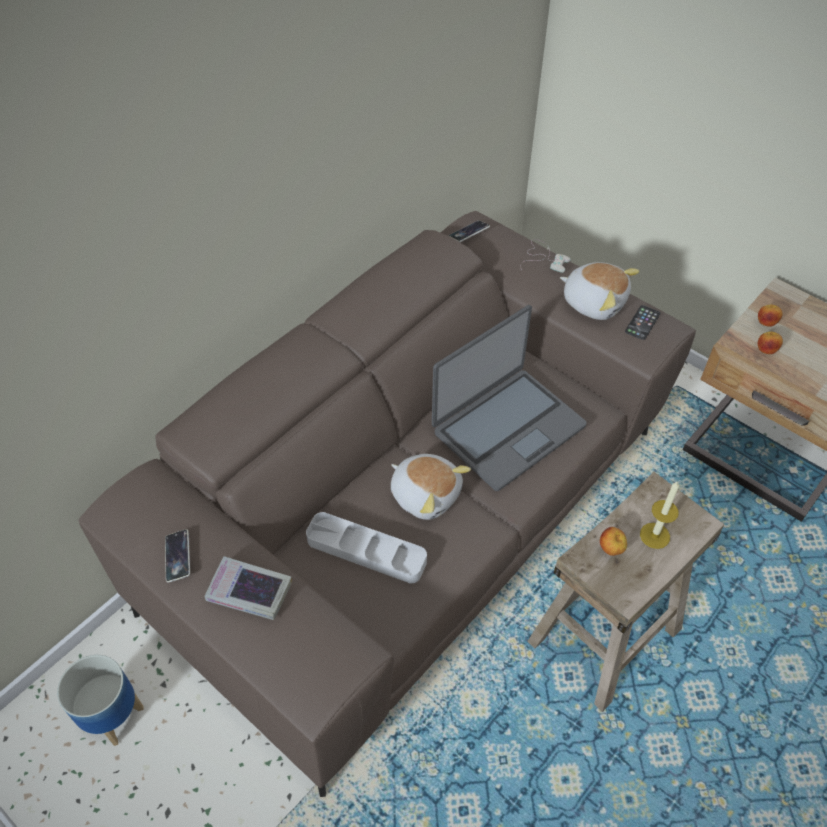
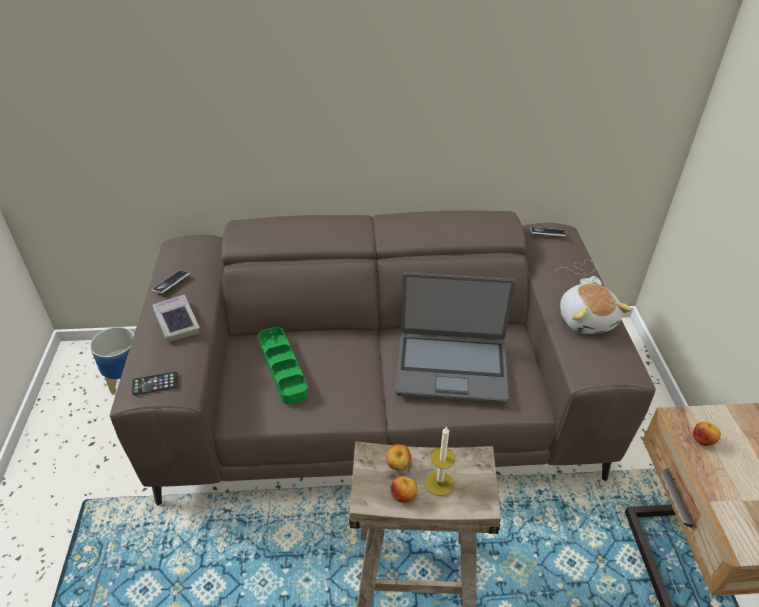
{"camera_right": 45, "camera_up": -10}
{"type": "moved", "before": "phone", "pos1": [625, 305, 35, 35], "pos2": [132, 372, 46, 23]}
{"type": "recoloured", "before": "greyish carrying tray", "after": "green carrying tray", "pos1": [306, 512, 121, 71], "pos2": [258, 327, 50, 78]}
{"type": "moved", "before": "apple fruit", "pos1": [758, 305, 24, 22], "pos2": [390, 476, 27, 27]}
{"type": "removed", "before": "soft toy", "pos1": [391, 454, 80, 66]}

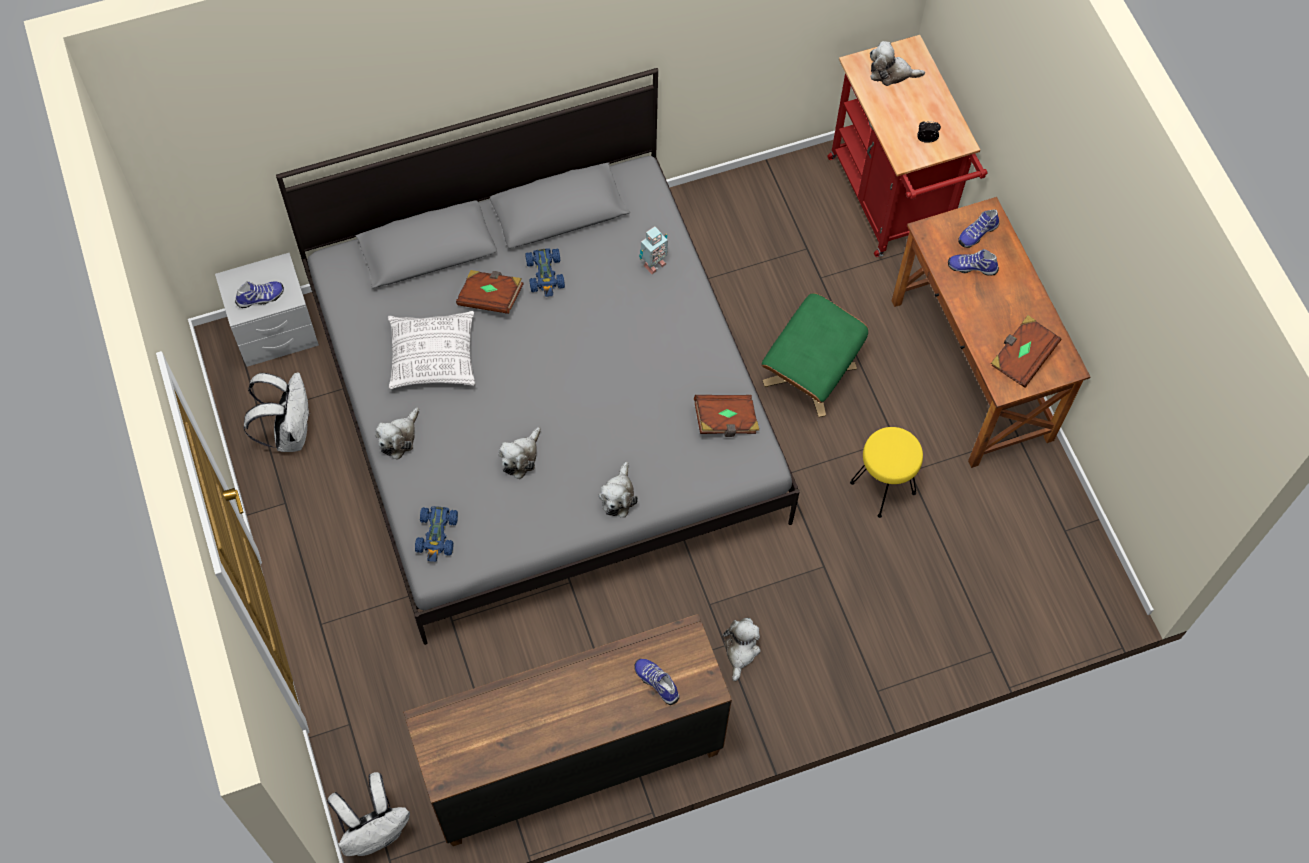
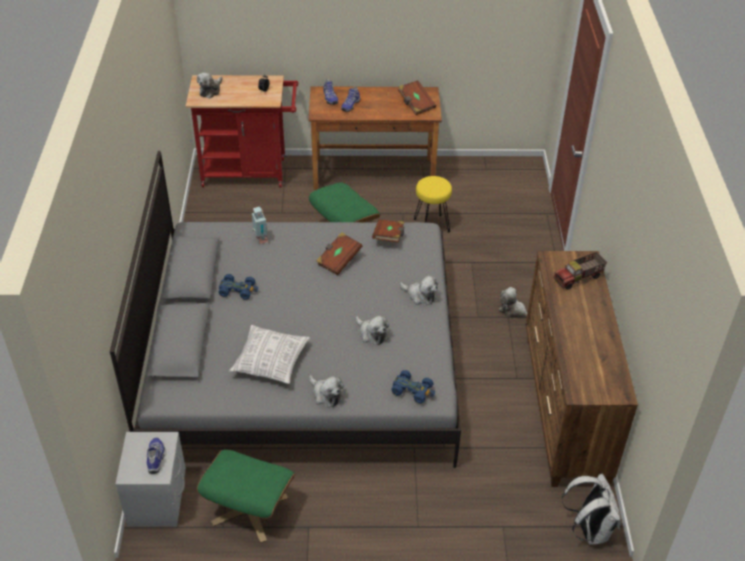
{"camera_right": -70, "camera_up": -20}
{"type": "replaced", "before": "white-coloured rucksack", "after": "green footrest", "pos1": [243, 372, 67, 80], "pos2": [197, 450, 98, 93]}
{"type": "moved", "before": "brown volume", "pos1": [456, 270, 68, 44], "pos2": [316, 232, 47, 43]}
{"type": "replaced", "before": "low shoe", "after": "toy lorry", "pos1": [634, 658, 45, 47], "pos2": [553, 252, 54, 38]}

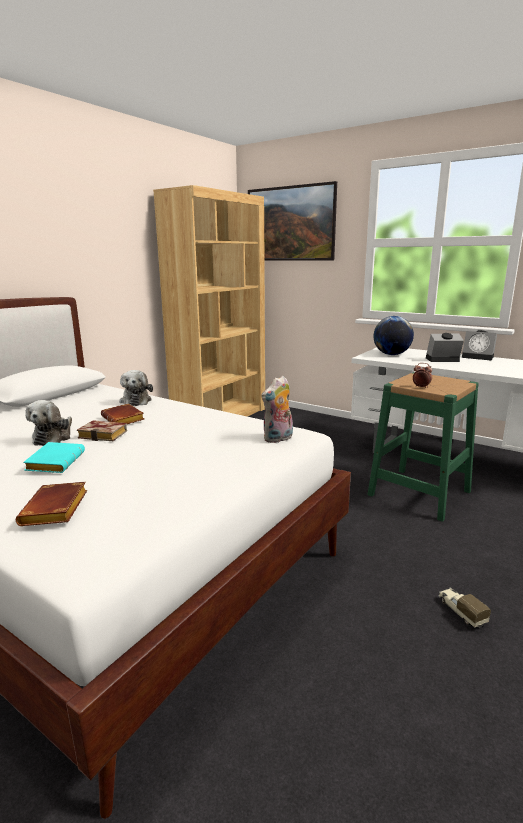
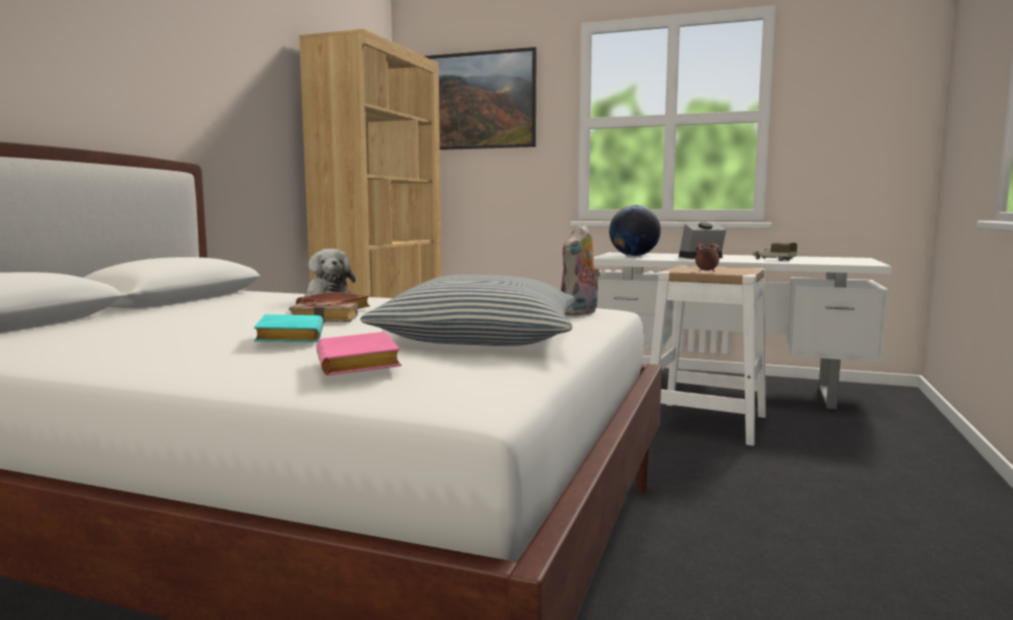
{"camera_right": -15, "camera_up": -10}
{"type": "recoloured", "before": "brown volume", "after": "pink volume", "pos1": [16, 482, 71, 44], "pos2": [316, 332, 85, 43]}
{"type": "added", "after": "throw pillow", "pos2": [360, 275, 215, 71]}
{"type": "recoloured", "before": "green stool seat", "after": "white-coloured stool seat", "pos1": [367, 372, 112, 150], "pos2": [650, 266, 116, 180]}
{"type": "moved", "before": "toy lorry", "pos1": [438, 588, 53, 40], "pos2": [752, 242, 45, 19]}
{"type": "removed", "before": "soft toy", "pos1": [26, 400, 46, 46]}
{"type": "removed", "before": "bedside clock", "pos1": [462, 330, 35, 31]}

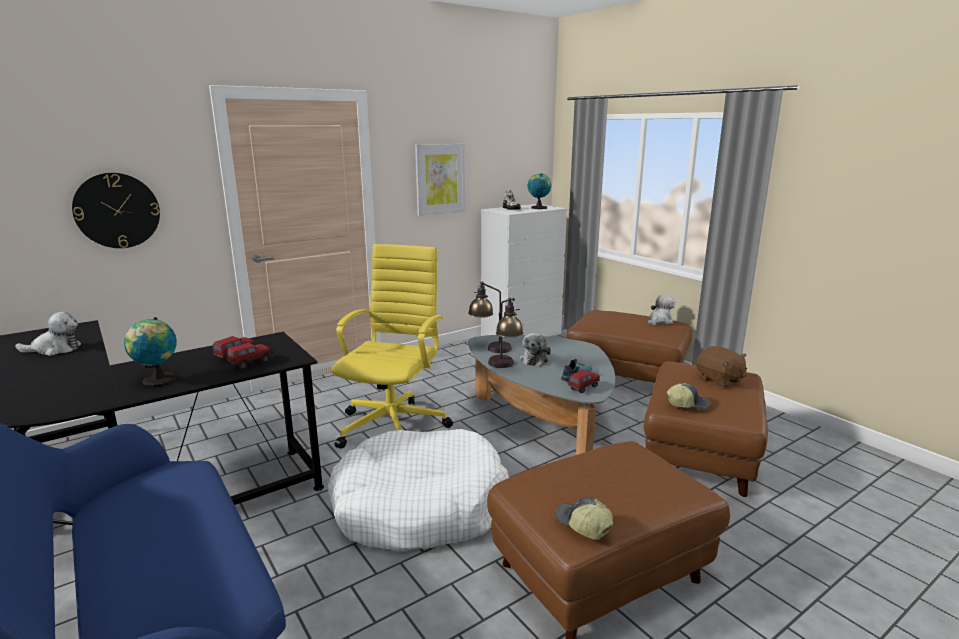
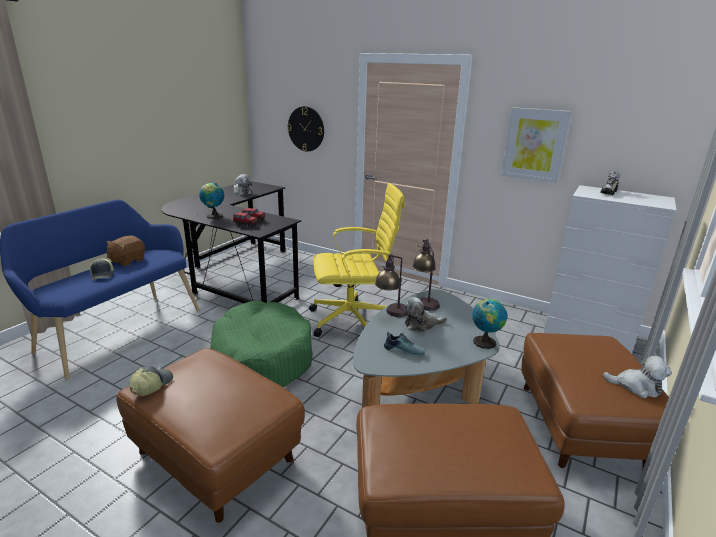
{"camera_right": 65, "camera_up": 5}
{"type": "moved", "before": "baseball cap", "pos1": [667, 383, 44, 26], "pos2": [90, 258, 24, 22]}
{"type": "moved", "before": "brown soft toy", "pos1": [696, 346, 51, 42], "pos2": [106, 235, 39, 31]}
{"type": "recoloured", "before": "white-coloured dog cushion", "after": "green dog cushion", "pos1": [328, 429, 181, 123], "pos2": [210, 300, 103, 87]}
{"type": "moved", "before": "globe", "pos1": [528, 173, 23, 36], "pos2": [472, 299, 35, 50]}
{"type": "removed", "before": "toy lorry", "pos1": [568, 370, 32, 23]}

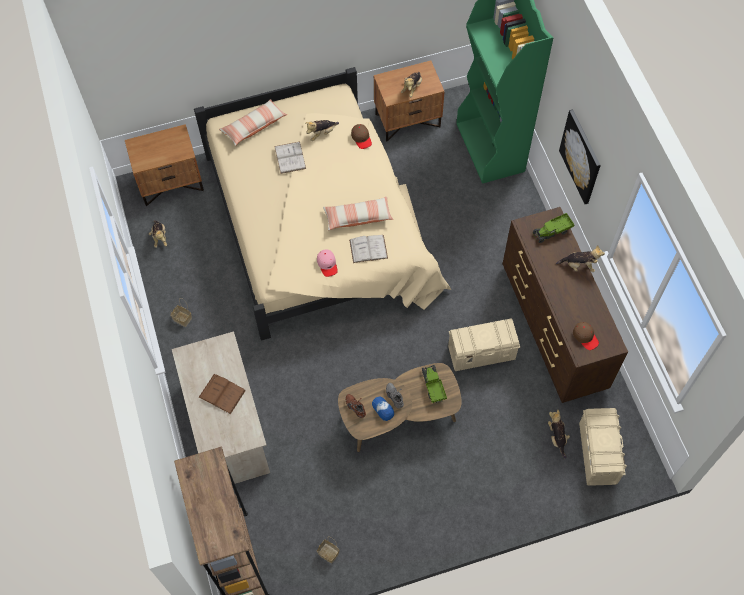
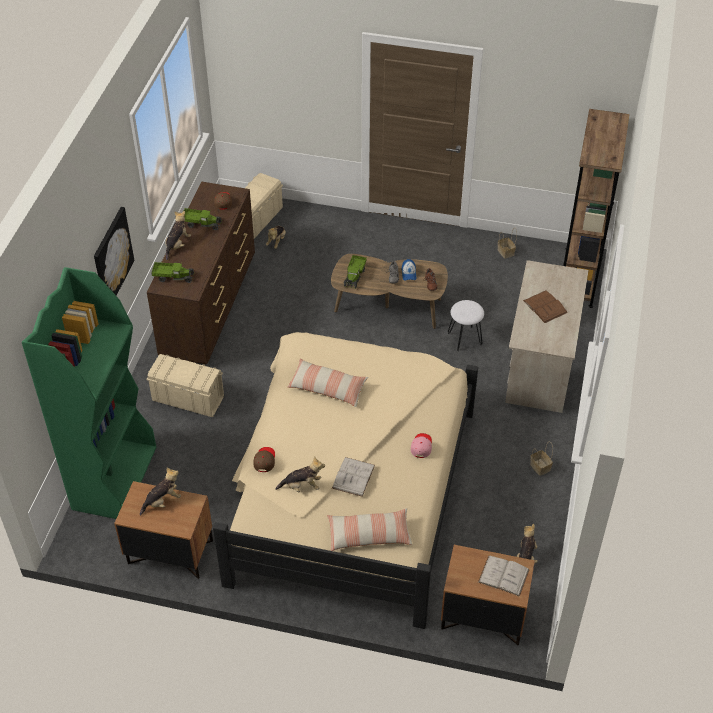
{"camera_right": -150, "camera_up": -15}
{"type": "moved", "before": "beige storage bin", "pos1": [448, 318, 72, 53], "pos2": [146, 354, 78, 63]}
{"type": "turned", "before": "soft toy", "pos1": [556, 245, 49, 27], "pos2": [165, 211, 26, 49], "turn": 75}
{"type": "added", "after": "toy lorry", "pos2": [184, 208, 38, 22]}
{"type": "moved", "before": "pink baseball cap", "pos1": [317, 250, 21, 27], "pos2": [411, 433, 21, 25]}
{"type": "added", "after": "white-coloured stool seat", "pos2": [448, 300, 36, 51]}
{"type": "moved", "before": "white-coloured volume", "pos1": [349, 235, 39, 28], "pos2": [478, 555, 52, 42]}

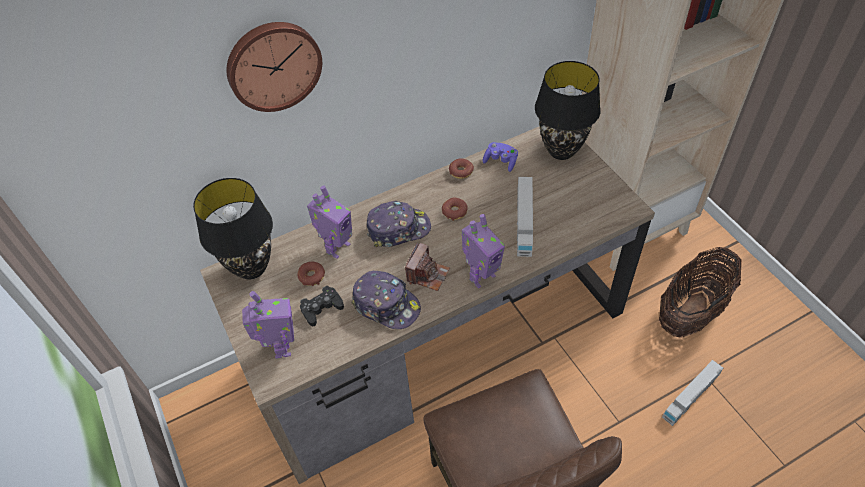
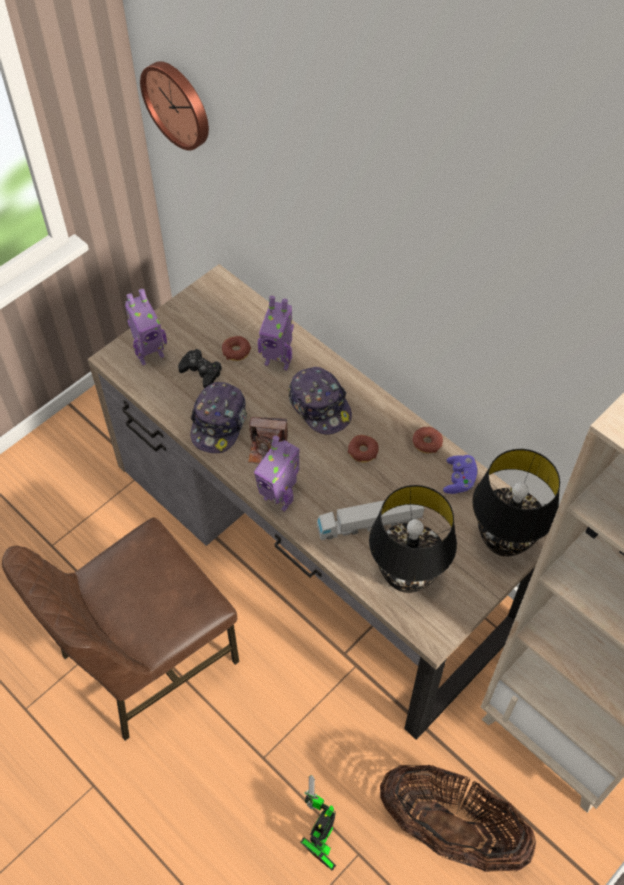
{"camera_right": 70, "camera_up": 5}
{"type": "moved", "before": "hanging clock", "pos1": [226, 22, 96, 90], "pos2": [140, 61, 69, 89]}
{"type": "replaced", "before": "toy lorry", "after": "model robot", "pos1": [662, 360, 61, 66], "pos2": [300, 775, 36, 96]}
{"type": "moved", "before": "blackish lamp for a table", "pos1": [193, 178, 80, 101], "pos2": [369, 485, 88, 108]}

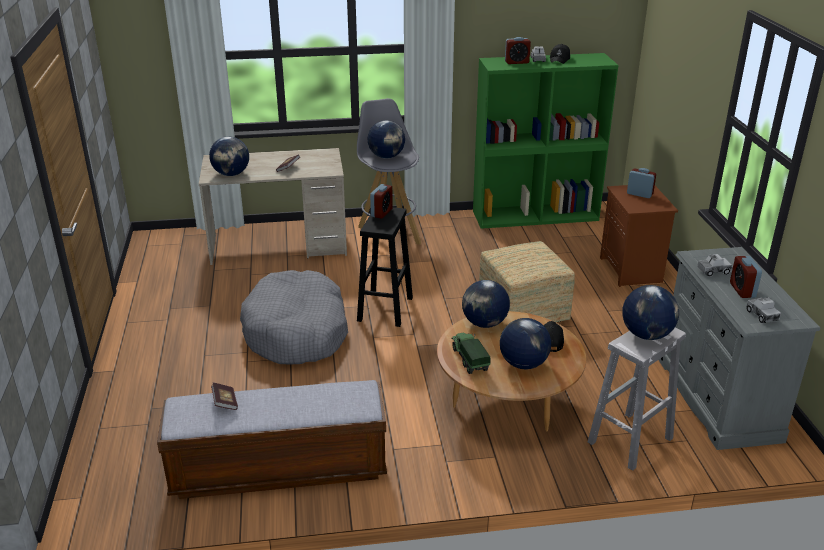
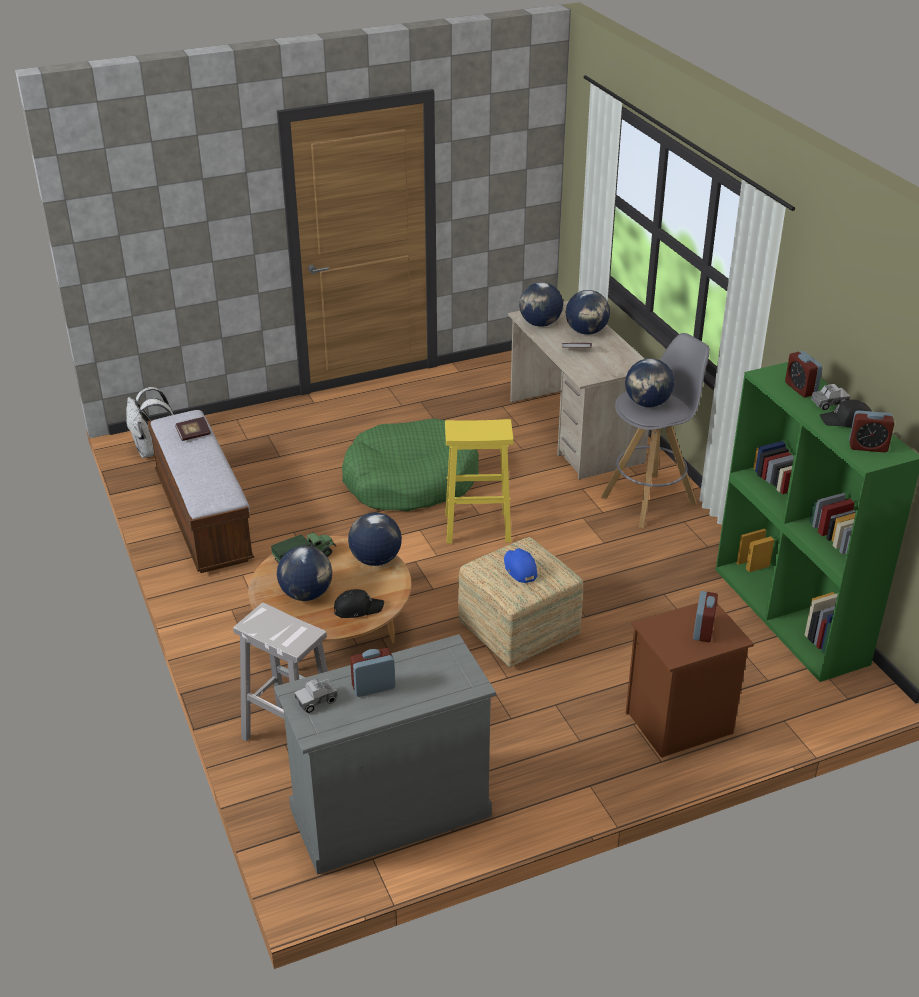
{"camera_right": 75, "camera_up": 5}
{"type": "added", "after": "white-coloured rucksack", "pos2": [126, 387, 48, 71]}
{"type": "recoloured", "before": "greyish dog cushion", "after": "green dog cushion", "pos1": [240, 270, 108, 94], "pos2": [342, 418, 137, 94]}
{"type": "recoloured", "before": "blackish stool seat", "after": "yellow-coloured stool seat", "pos1": [357, 207, 56, 120], "pos2": [445, 419, 68, 125]}
{"type": "added", "after": "blue-coloured baseball cap", "pos2": [504, 548, 34, 35]}
{"type": "moved", "before": "globe", "pos1": [622, 285, 57, 55], "pos2": [566, 290, 44, 45]}
{"type": "moved", "before": "bedside clock", "pos1": [370, 184, 23, 35], "pos2": [849, 410, 46, 42]}
{"type": "removed", "before": "toy lorry", "pos1": [697, 254, 35, 23]}

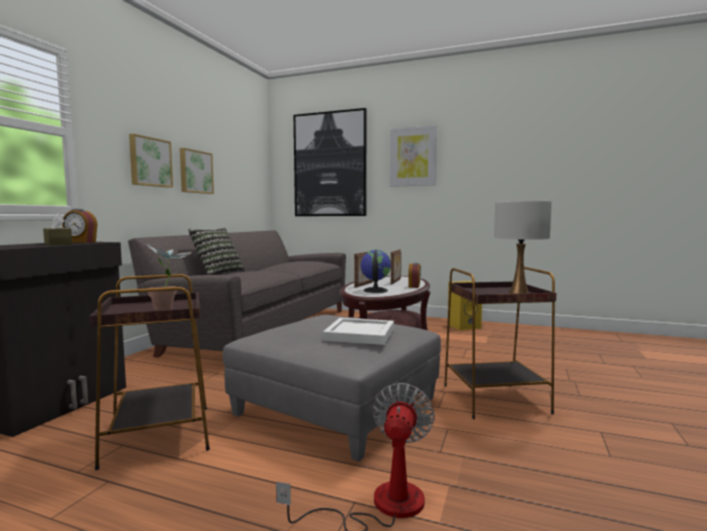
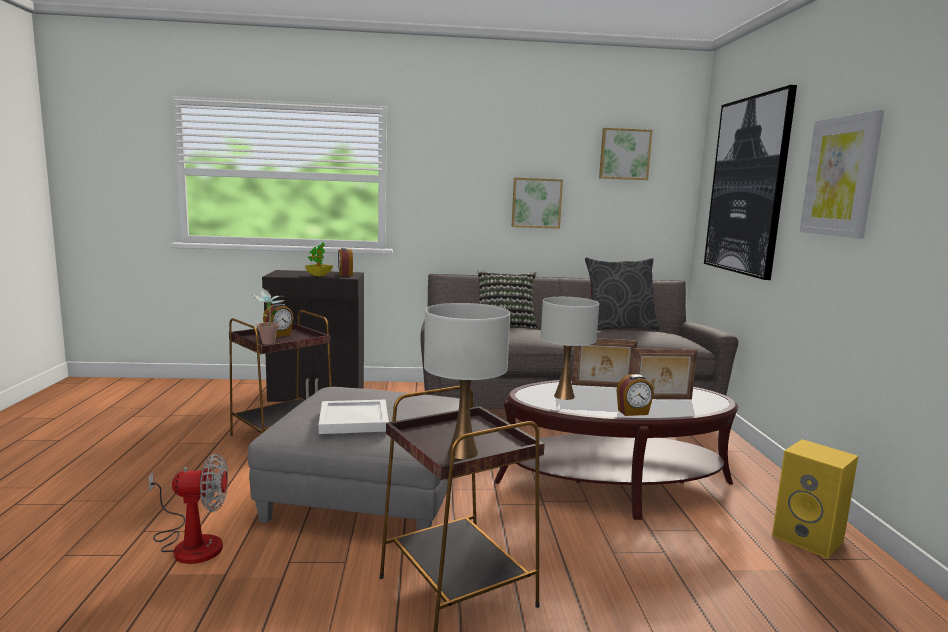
{"camera_right": 65, "camera_up": 5}
{"type": "added", "after": "bedside clock", "pos2": [263, 304, 30, 34]}
{"type": "replaced", "before": "brown tissue box", "after": "houseplant", "pos1": [43, 213, 29, 33], "pos2": [305, 242, 28, 34]}
{"type": "replaced", "before": "globe", "after": "white-coloured lamp for a table", "pos1": [361, 250, 30, 43], "pos2": [541, 297, 58, 103]}
{"type": "added", "after": "greyish throw pillow", "pos2": [585, 258, 74, 72]}
{"type": "moved", "before": "wall picture", "pos1": [129, 134, 44, 54], "pos2": [599, 128, 54, 52]}

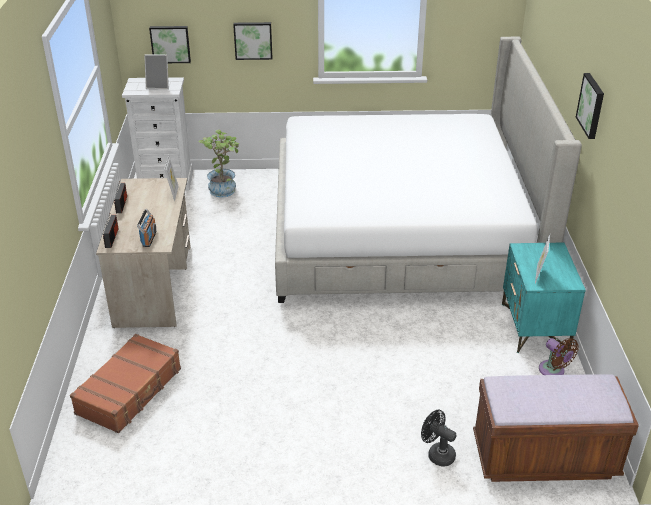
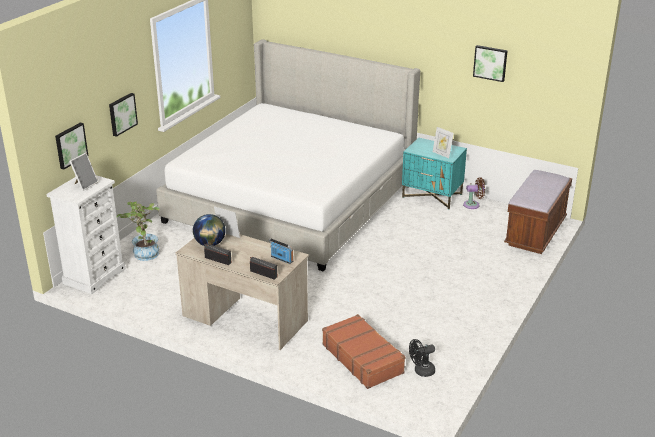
{"camera_right": -60, "camera_up": -5}
{"type": "added", "after": "globe", "pos2": [193, 214, 33, 32]}
{"type": "moved", "before": "blackish cooling fan", "pos1": [421, 410, 36, 57], "pos2": [409, 339, 26, 38]}
{"type": "moved", "before": "wall picture", "pos1": [576, 73, 28, 66], "pos2": [473, 45, 35, 37]}

